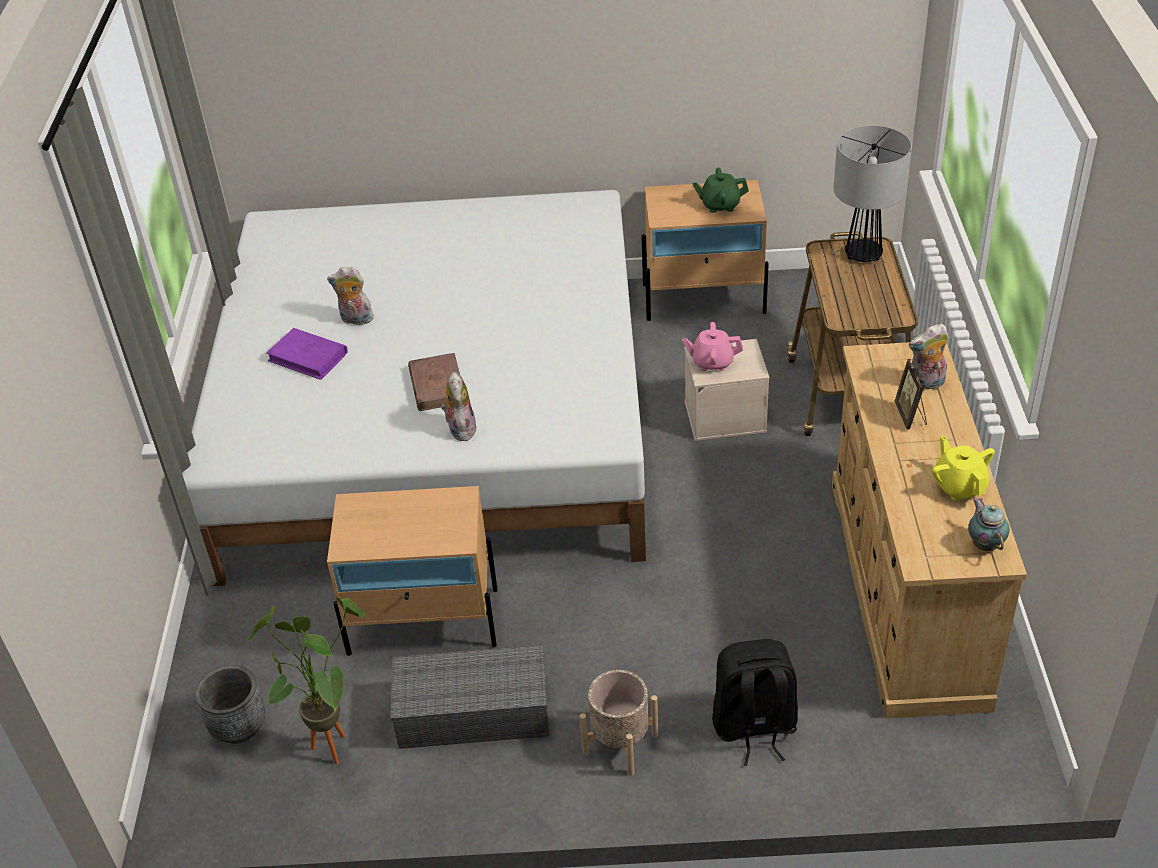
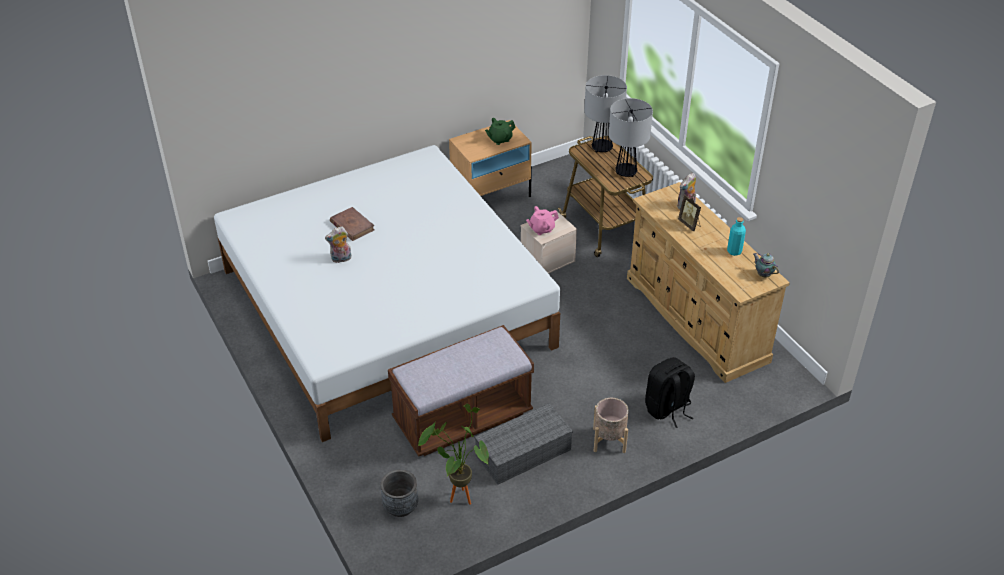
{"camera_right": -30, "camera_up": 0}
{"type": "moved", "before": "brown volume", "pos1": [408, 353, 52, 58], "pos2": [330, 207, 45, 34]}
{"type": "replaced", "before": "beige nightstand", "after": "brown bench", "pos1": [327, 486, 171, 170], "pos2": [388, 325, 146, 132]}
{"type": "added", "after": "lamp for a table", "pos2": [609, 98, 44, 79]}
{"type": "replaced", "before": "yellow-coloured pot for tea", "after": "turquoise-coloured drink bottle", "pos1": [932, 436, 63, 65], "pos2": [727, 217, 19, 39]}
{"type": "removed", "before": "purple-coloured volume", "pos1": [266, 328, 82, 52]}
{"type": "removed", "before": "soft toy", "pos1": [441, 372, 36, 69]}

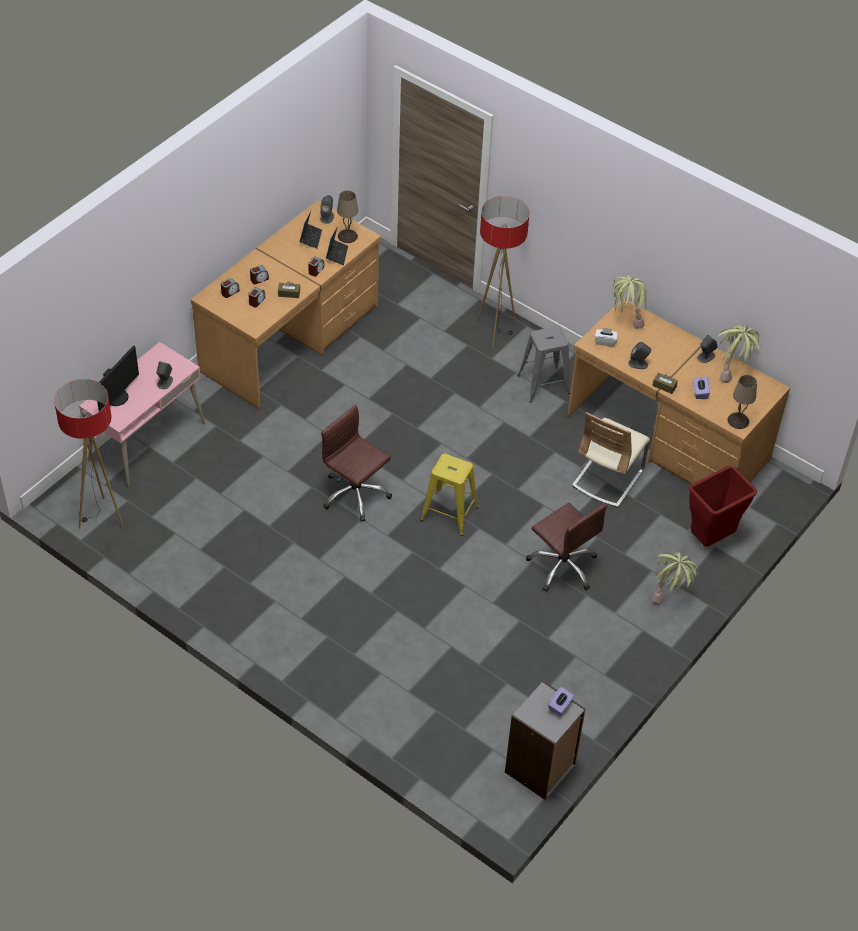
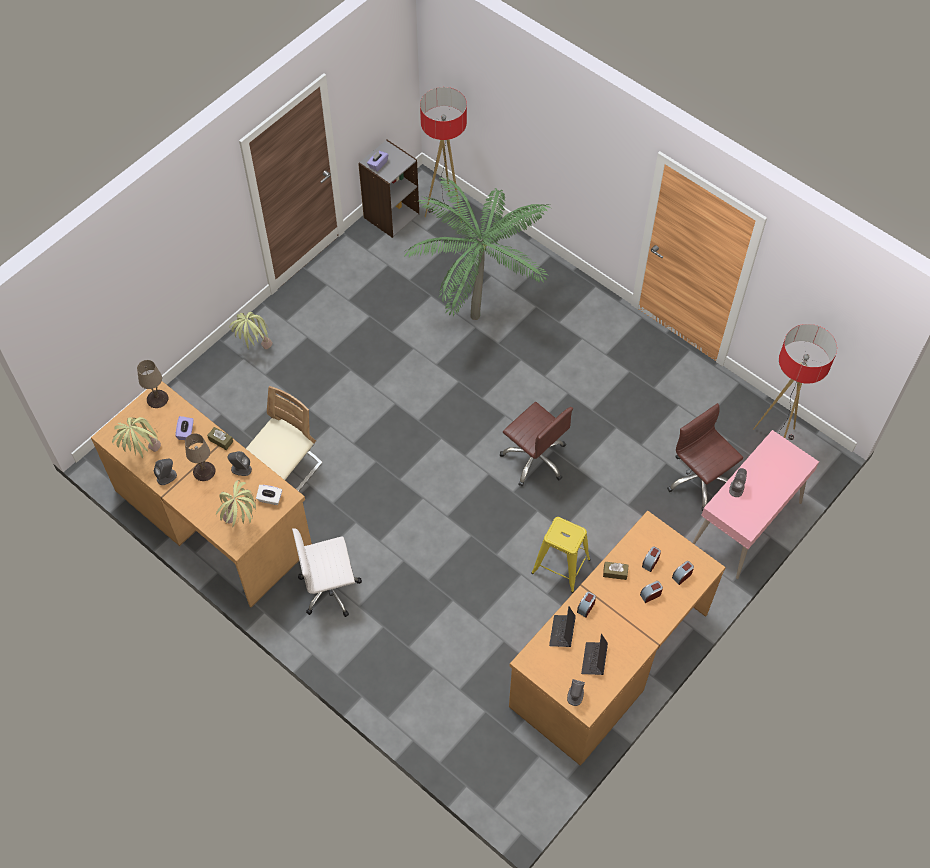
{"camera_right": -175, "camera_up": 10}
{"type": "moved", "before": "beige lamp for a table", "pos1": [337, 191, 21, 52], "pos2": [185, 433, 31, 48]}
{"type": "replaced", "before": "greyish stool seat", "after": "white-coloured office chair", "pos1": [517, 326, 53, 76], "pos2": [292, 528, 70, 89]}
{"type": "added", "after": "houseplant", "pos2": [404, 177, 148, 143]}
{"type": "moved", "before": "floor lamp", "pos1": [477, 196, 52, 153], "pos2": [420, 87, 47, 130]}
{"type": "moved", "before": "yellow-coloured stool seat", "pos1": [420, 454, 59, 82], "pos2": [531, 517, 60, 76]}
{"type": "moved", "before": "brown office chair", "pos1": [526, 503, 81, 89], "pos2": [667, 403, 76, 108]}
{"type": "removed", "before": "computer display", "pos1": [97, 346, 42, 66]}
{"type": "removed", "before": "red rubbish bin", "pos1": [689, 466, 68, 81]}

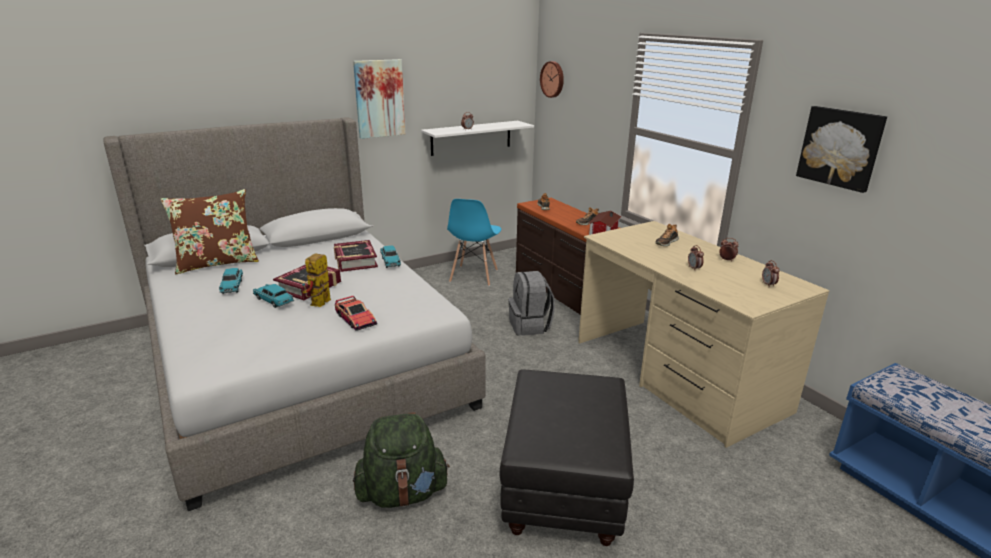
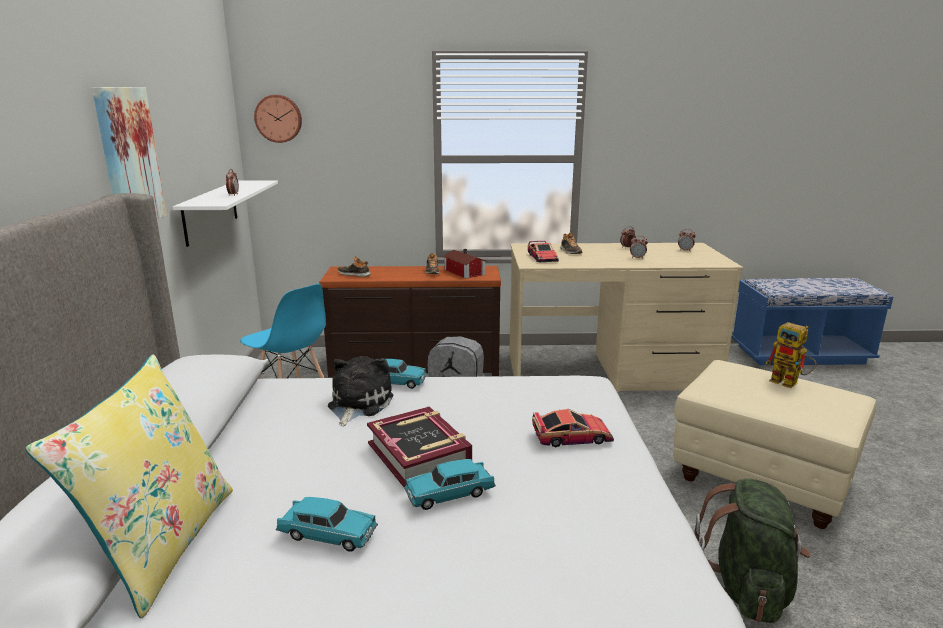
{"camera_right": -60, "camera_up": -5}
{"type": "recoloured", "before": "brown throw pillow", "after": "yellow-coloured throw pillow", "pos1": [161, 189, 98, 85], "pos2": [25, 354, 208, 264]}
{"type": "replaced", "before": "volume", "after": "soft toy", "pos1": [334, 240, 44, 32], "pos2": [328, 356, 65, 70]}
{"type": "added", "after": "toy car", "pos2": [528, 241, 31, 21]}
{"type": "recoloured", "before": "blackish footrest", "after": "beige footrest", "pos1": [500, 369, 134, 177], "pos2": [673, 360, 203, 169]}
{"type": "moved", "before": "model robot", "pos1": [302, 253, 29, 54], "pos2": [765, 322, 51, 66]}
{"type": "removed", "before": "wall picture", "pos1": [796, 106, 91, 87]}

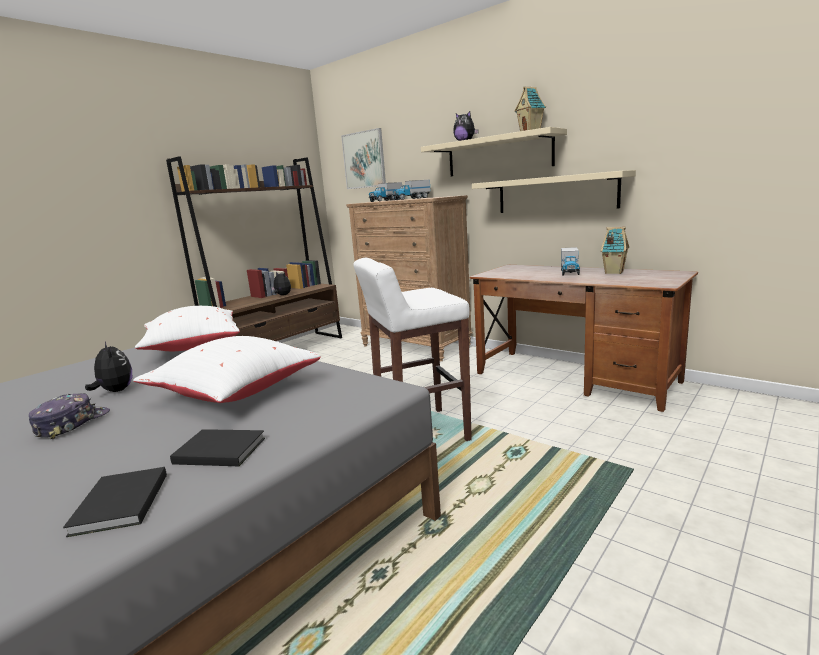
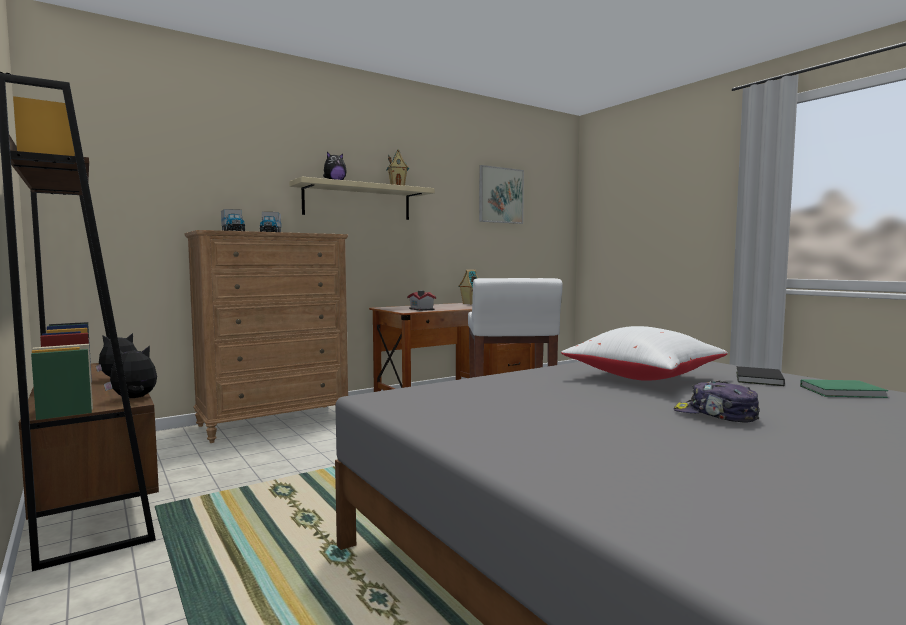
{"camera_right": -75, "camera_up": -10}
{"type": "moved", "before": "soft toy", "pos1": [85, 341, 47, 51], "pos2": [104, 346, 53, 52]}
{"type": "added", "after": "toy house", "pos2": [407, 291, 29, 20]}
{"type": "moved", "before": "wall picture", "pos1": [341, 128, 45, 61], "pos2": [479, 165, 45, 59]}
{"type": "recoloured", "before": "blackish volume", "after": "green volume", "pos1": [63, 467, 104, 70], "pos2": [800, 379, 88, 19]}
{"type": "removed", "before": "white-coloured throw pillow", "pos1": [135, 306, 105, 45]}
{"type": "removed", "before": "beige bracket shelf", "pos1": [472, 170, 164, 43]}
{"type": "removed", "before": "toy lorry", "pos1": [561, 247, 19, 28]}

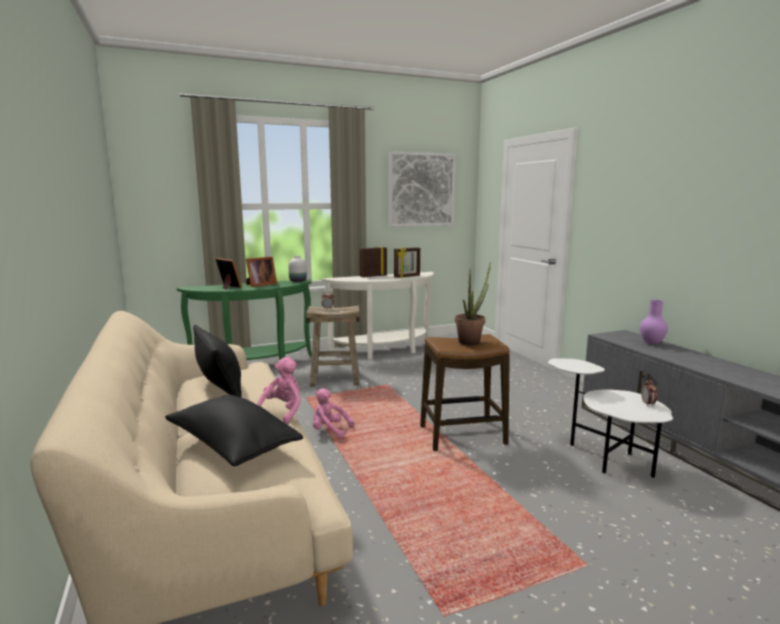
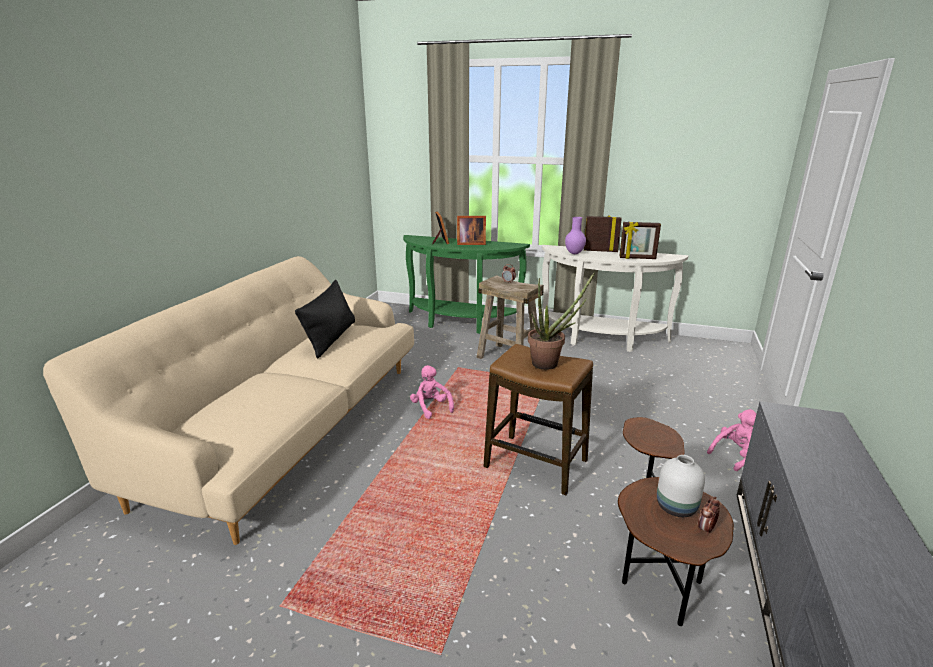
{"camera_right": 40, "camera_up": 10}
{"type": "moved", "before": "purple-coloured decorative vase", "pos1": [640, 300, 28, 45], "pos2": [565, 217, 21, 37]}
{"type": "recoloured", "before": "white-coloured side table", "after": "brown side table", "pos1": [548, 358, 125, 120], "pos2": [618, 417, 116, 209]}
{"type": "moved", "before": "white-coloured decorative vase", "pos1": [288, 256, 19, 26], "pos2": [657, 455, 48, 62]}
{"type": "moved", "before": "pink soft toy", "pos1": [257, 357, 44, 68], "pos2": [707, 409, 50, 62]}
{"type": "removed", "before": "blackish throw pillow", "pos1": [165, 395, 138, 71]}
{"type": "removed", "before": "wall picture", "pos1": [389, 151, 67, 76]}

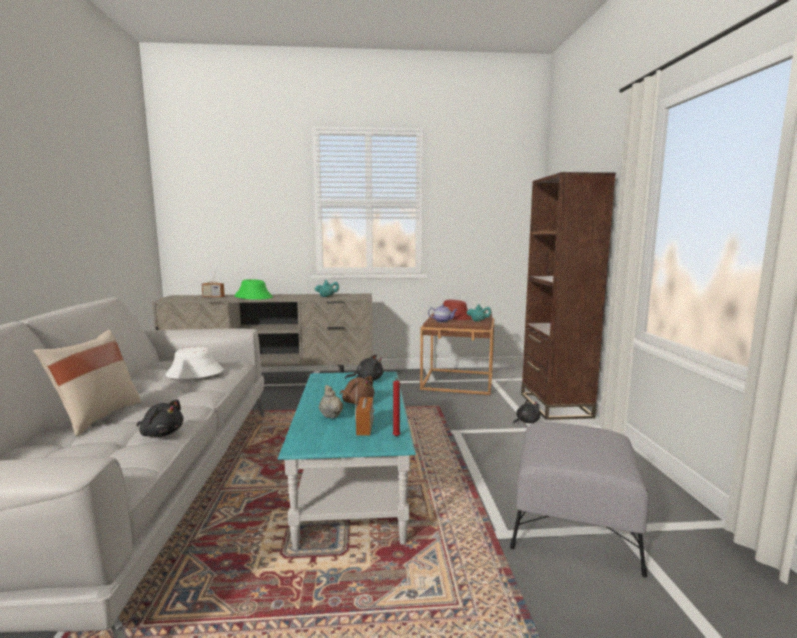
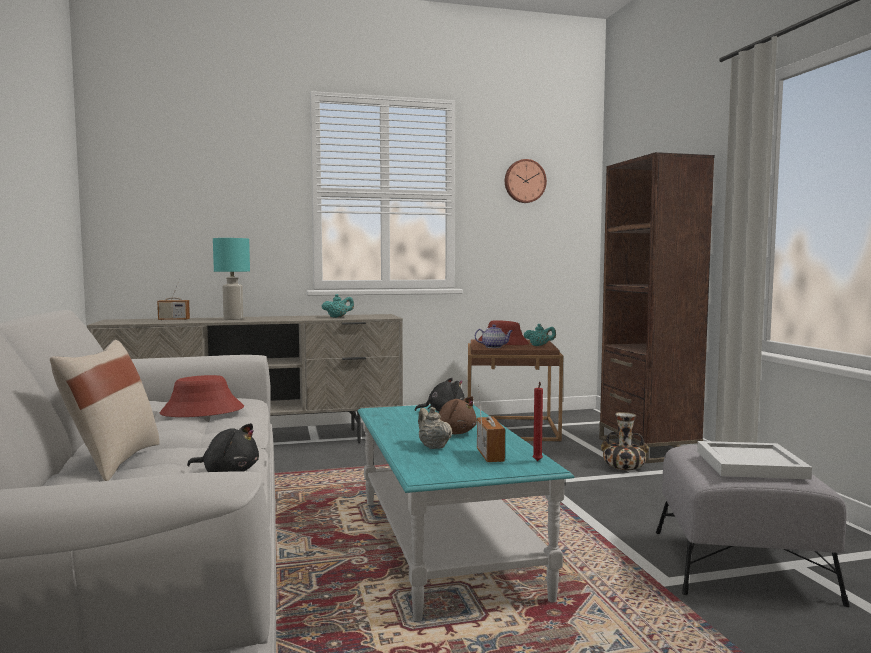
{"camera_right": -10, "camera_up": -5}
{"type": "recoloured", "before": "white-coloured clothing hat", "after": "red clothing hat", "pos1": [165, 347, 59, 32], "pos2": [160, 375, 84, 42]}
{"type": "replaced", "before": "green clothing hat", "after": "turquoise-coloured lamp for a table", "pos1": [234, 279, 39, 21], "pos2": [213, 238, 37, 82]}
{"type": "added", "after": "hanging clock", "pos2": [505, 159, 42, 44]}
{"type": "replaced", "before": "blackish soft toy", "after": "decorative vase", "pos1": [513, 399, 27, 25], "pos2": [601, 412, 48, 58]}
{"type": "added", "after": "white-coloured carrying tray", "pos2": [697, 441, 115, 38]}

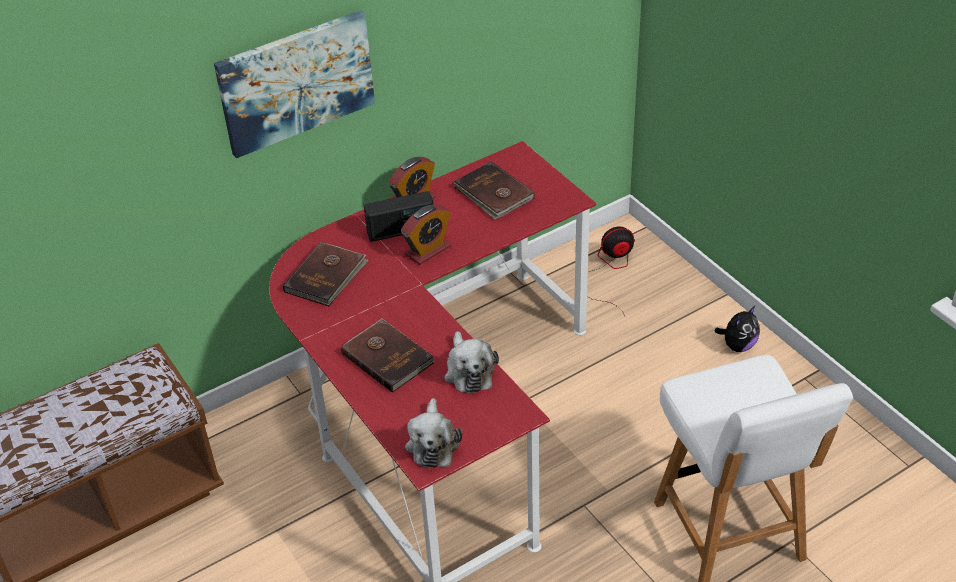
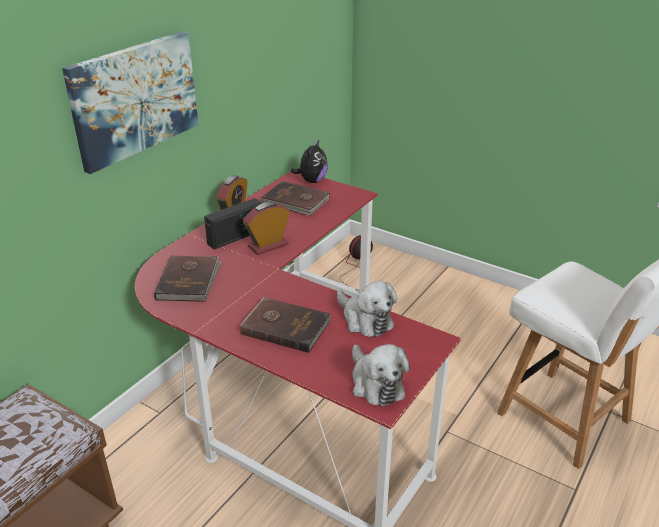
{"camera_right": -25, "camera_up": -10}
{"type": "turned", "before": "bedside clock", "pos1": [401, 204, 50, 61], "pos2": [243, 202, 47, 53], "turn": -150}
{"type": "moved", "before": "soft toy", "pos1": [715, 306, 45, 46], "pos2": [291, 140, 37, 43]}

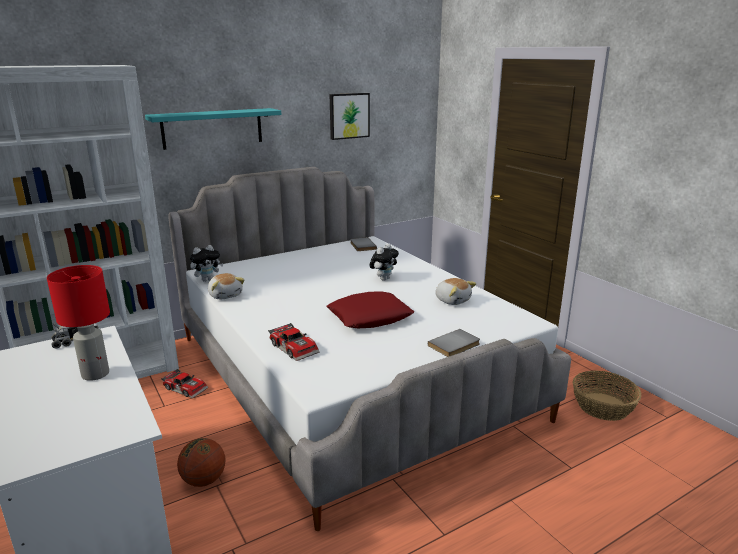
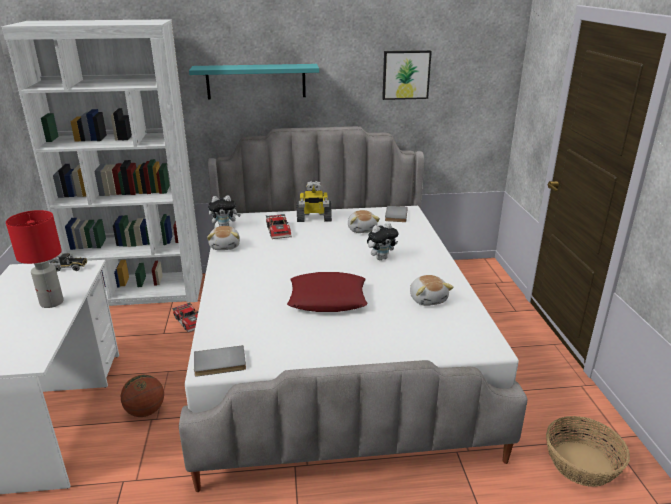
{"camera_right": 25, "camera_up": 5}
{"type": "moved", "before": "greyish volume", "pos1": [428, 329, 52, 28], "pos2": [194, 345, 52, 31]}
{"type": "moved", "before": "toy car", "pos1": [268, 323, 52, 38], "pos2": [266, 214, 26, 25]}
{"type": "added", "after": "model robot", "pos2": [297, 181, 35, 41]}
{"type": "added", "after": "soft toy", "pos2": [348, 210, 32, 23]}

